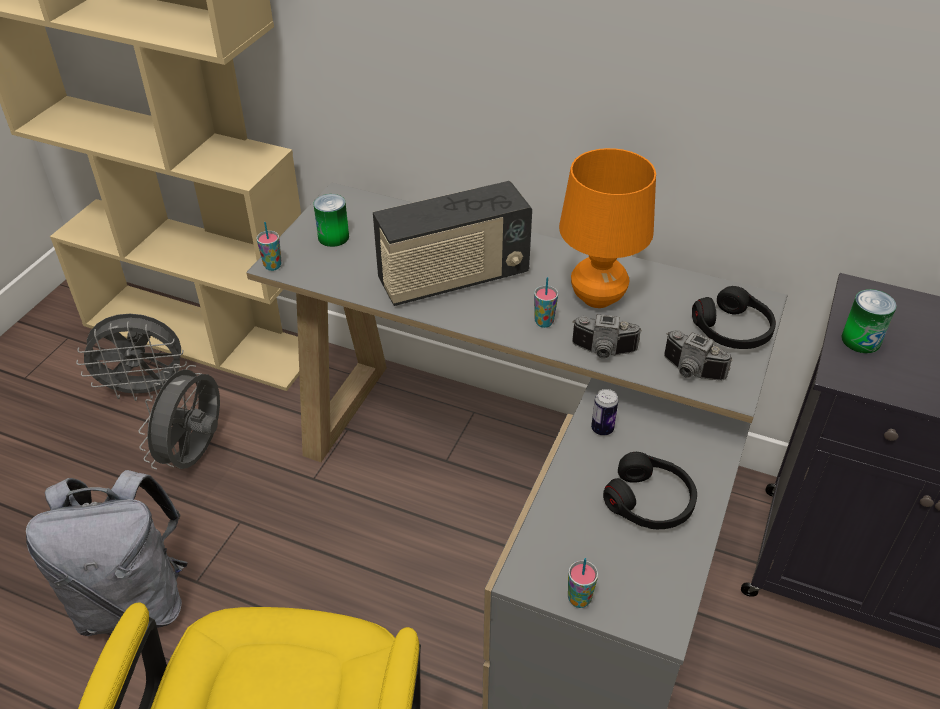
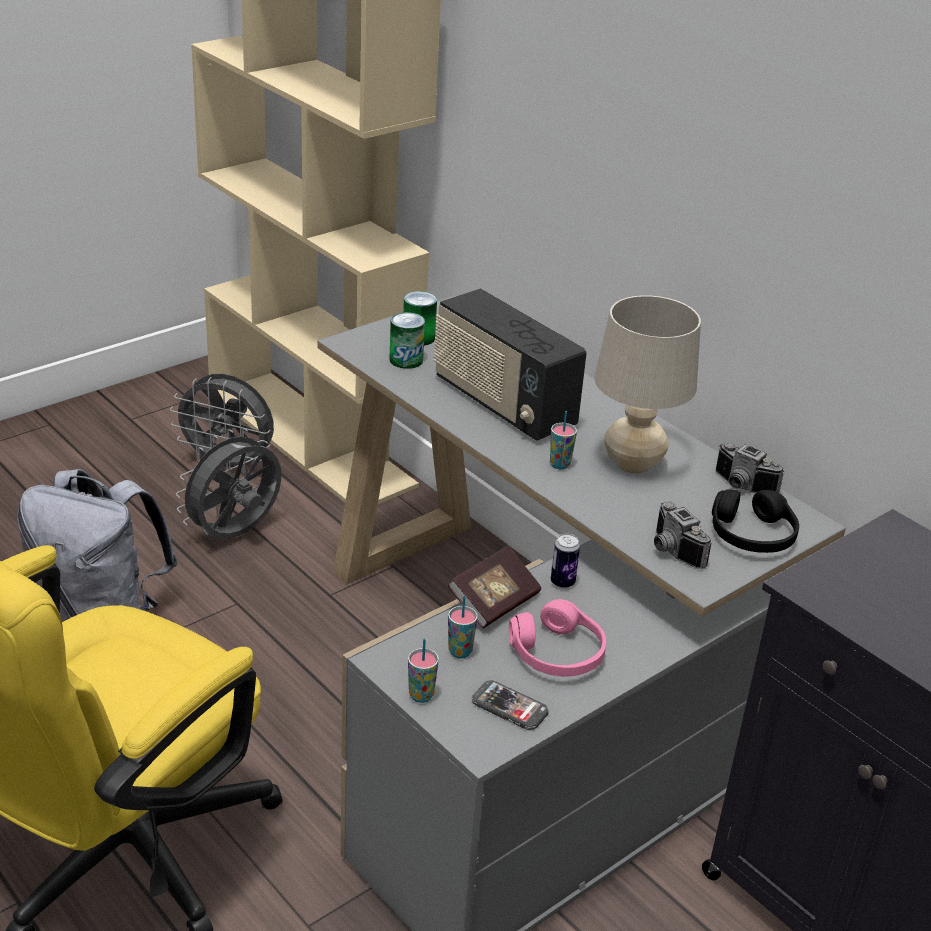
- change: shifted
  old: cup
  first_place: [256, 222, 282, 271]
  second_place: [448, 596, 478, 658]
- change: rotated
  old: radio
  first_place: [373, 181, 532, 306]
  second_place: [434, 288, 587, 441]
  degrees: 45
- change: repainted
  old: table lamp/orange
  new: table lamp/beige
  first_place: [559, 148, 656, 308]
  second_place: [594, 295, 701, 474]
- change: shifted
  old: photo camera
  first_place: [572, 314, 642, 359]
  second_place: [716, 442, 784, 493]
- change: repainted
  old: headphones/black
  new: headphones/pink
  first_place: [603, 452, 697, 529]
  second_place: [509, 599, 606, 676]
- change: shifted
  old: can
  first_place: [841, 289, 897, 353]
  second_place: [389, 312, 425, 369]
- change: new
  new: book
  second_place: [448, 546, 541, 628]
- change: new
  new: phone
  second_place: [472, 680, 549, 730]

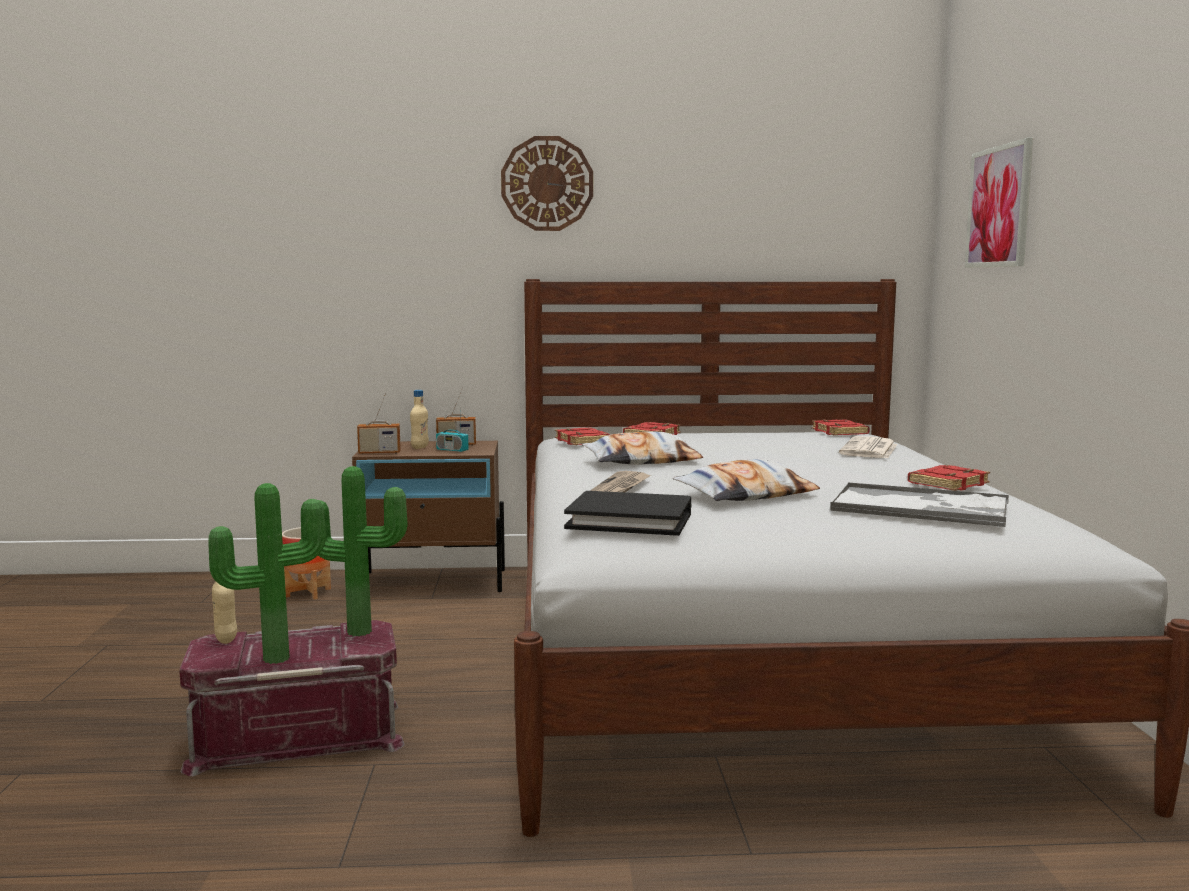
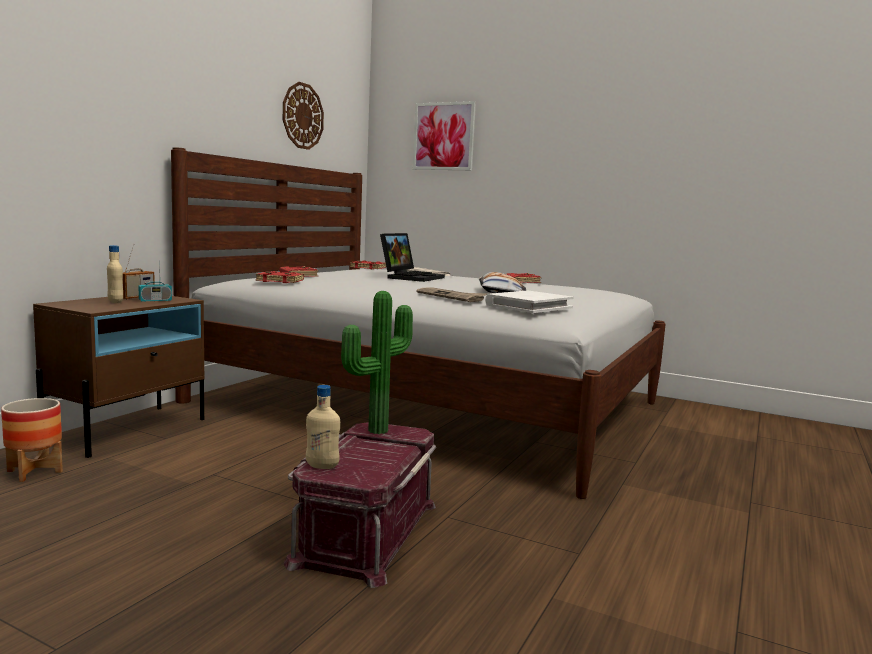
- change: gone
  old: potted plant
  first_place: [208, 483, 326, 664]
- change: gone
  old: radio
  first_place: [357, 393, 401, 454]
- change: shifted
  old: wall clock
  first_place: [501, 136, 593, 231]
  second_place: [283, 82, 324, 150]
- change: repainted
  old: book/black
  new: book/white
  first_place: [564, 491, 691, 536]
  second_place: [485, 291, 574, 313]
- change: gone
  old: pillow
  first_place: [582, 431, 703, 465]
- change: gone
  old: tray
  first_place: [830, 482, 1009, 527]
- change: new
  new: laptop
  second_place: [380, 233, 445, 282]

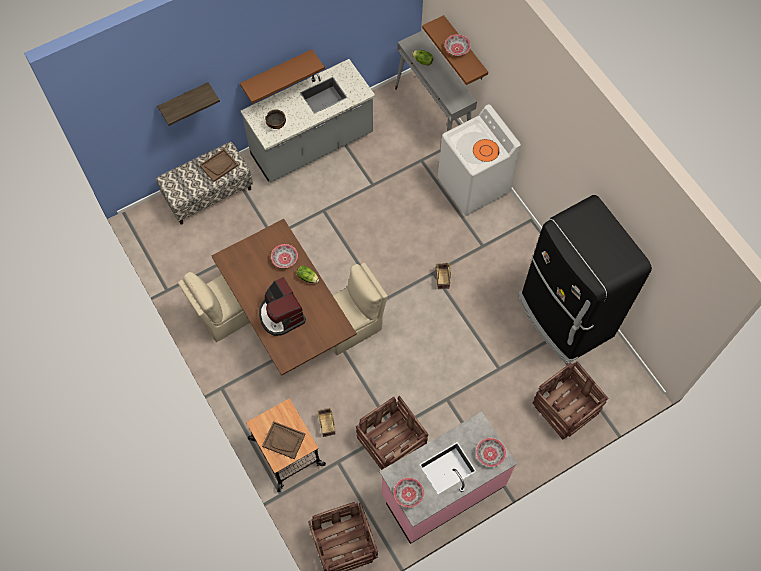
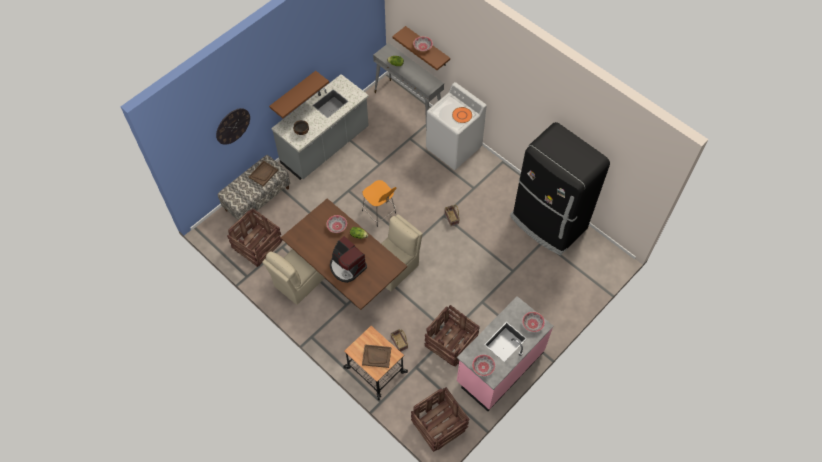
- change: swapped
  old: shelf
  new: wall clock
  first_place: [157, 82, 220, 126]
  second_place: [216, 108, 250, 145]
- change: shifted
  old: crate
  first_place: [532, 361, 609, 440]
  second_place: [227, 208, 283, 267]
- change: new
  new: stool/orange
  second_place: [362, 180, 397, 227]

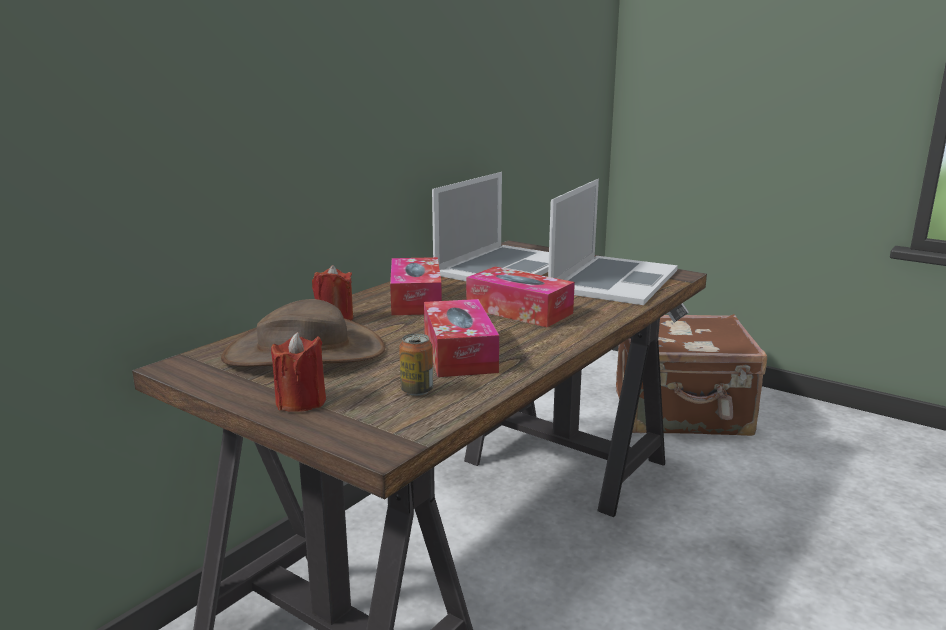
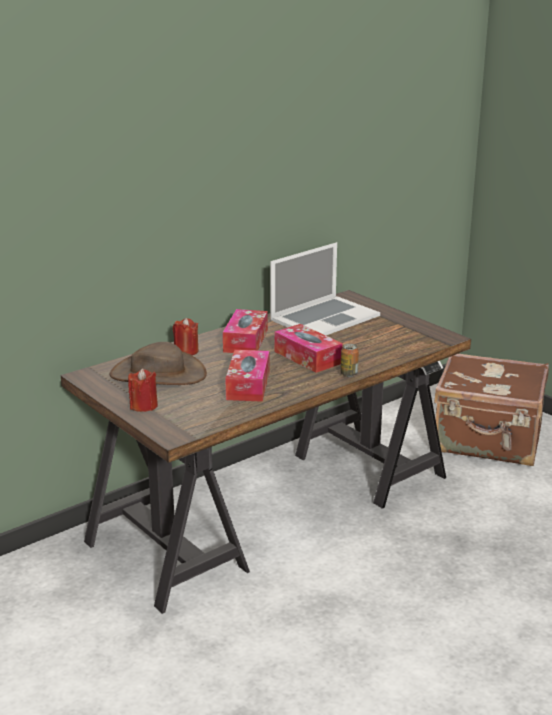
- change: shifted
  old: can
  first_place: [399, 333, 433, 396]
  second_place: [341, 344, 359, 377]
- change: gone
  old: laptop
  first_place: [548, 179, 678, 305]

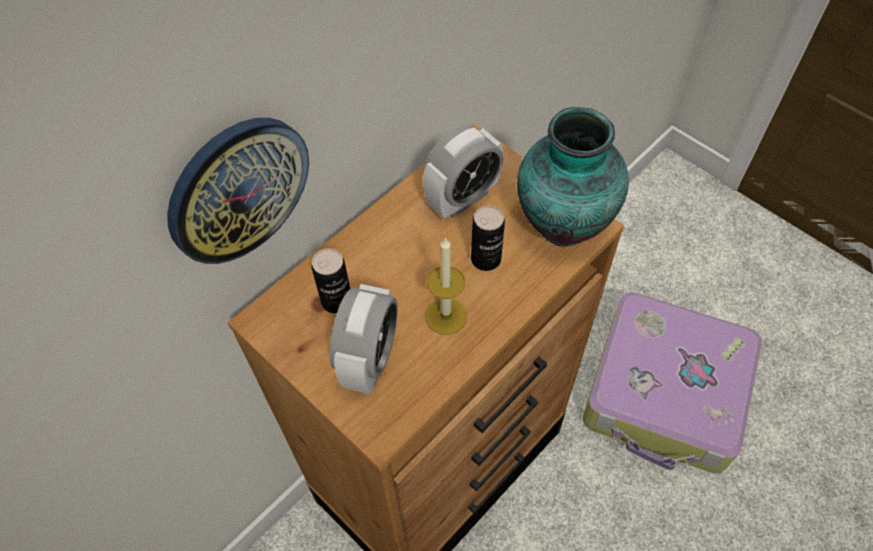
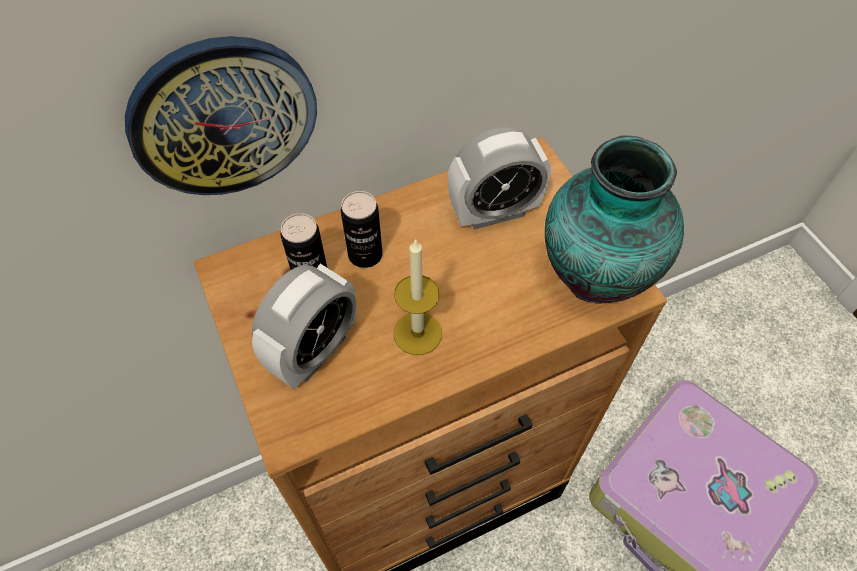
- change: shifted
  old: can
  first_place: [471, 206, 505, 271]
  second_place: [341, 191, 383, 268]

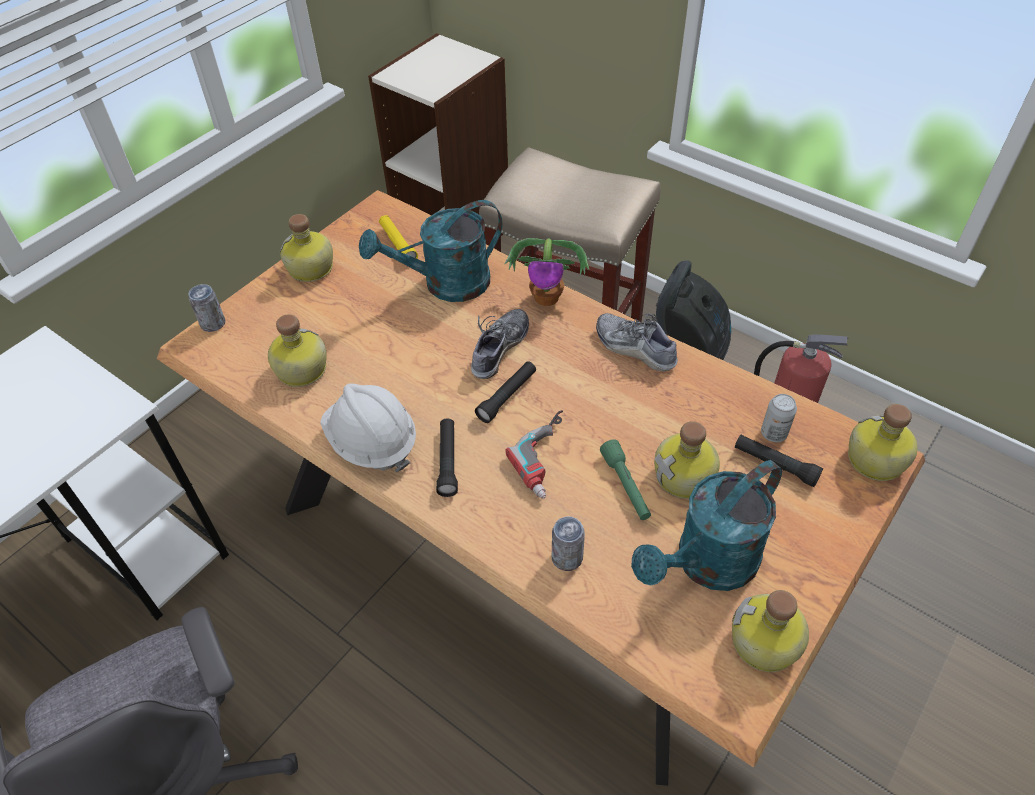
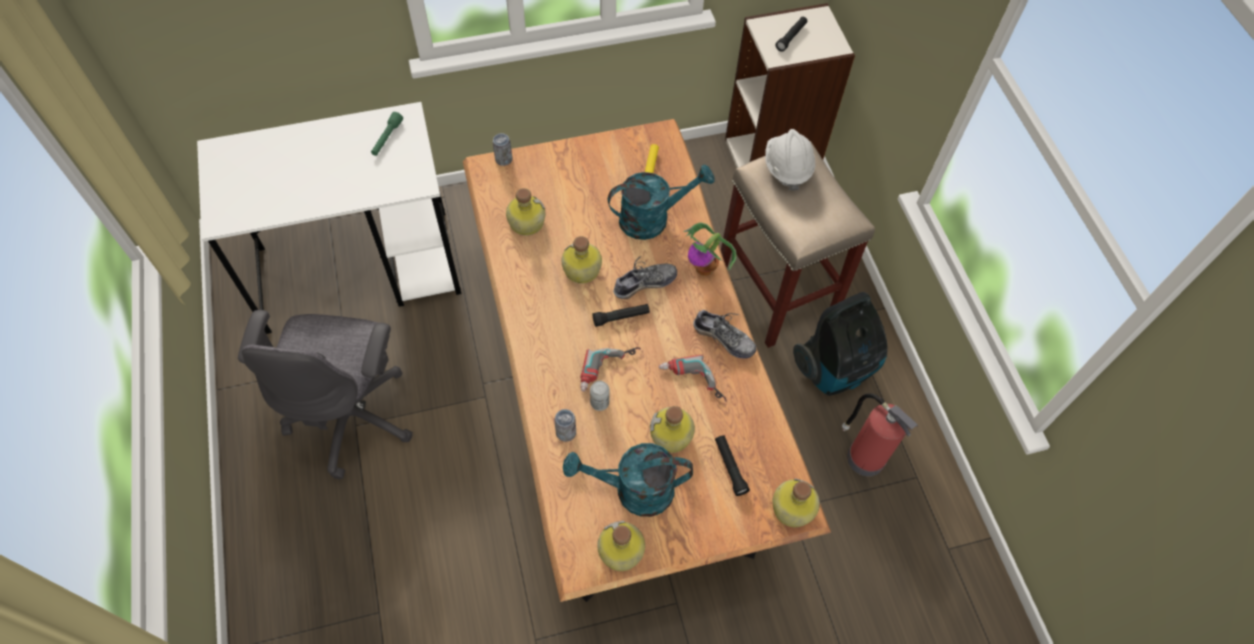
- change: shifted
  old: bottle
  first_place: [279, 214, 333, 282]
  second_place: [561, 236, 602, 284]
- change: shifted
  old: hard hat/white
  first_place: [320, 384, 416, 473]
  second_place: [765, 129, 815, 191]
- change: rotated
  old: watering can/turquoise
  first_place: [359, 200, 502, 302]
  second_place: [608, 164, 714, 240]
  degrees: 150
- change: shifted
  old: flashlight/black
  first_place: [436, 419, 458, 497]
  second_place: [775, 17, 807, 52]
- change: rotated
  old: shoe
  first_place: [596, 313, 678, 372]
  second_place: [693, 310, 756, 358]
  degrees: 135
- change: shifted
  old: flashlight/green
  first_place: [600, 439, 651, 520]
  second_place: [371, 112, 403, 156]
- change: shifted
  old: can
  first_place: [761, 394, 797, 442]
  second_place: [590, 381, 609, 411]
- change: new
  new: power drill
  second_place: [658, 355, 727, 402]

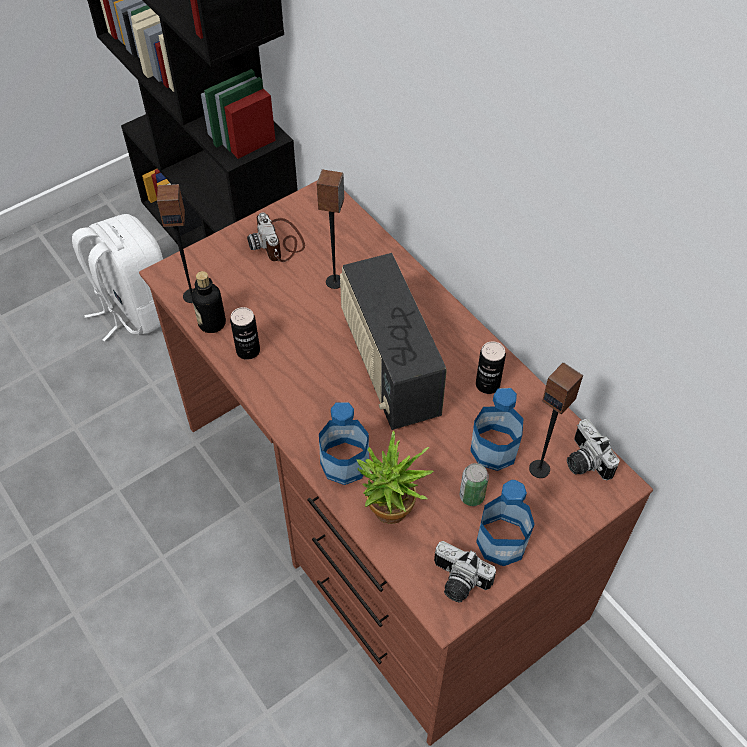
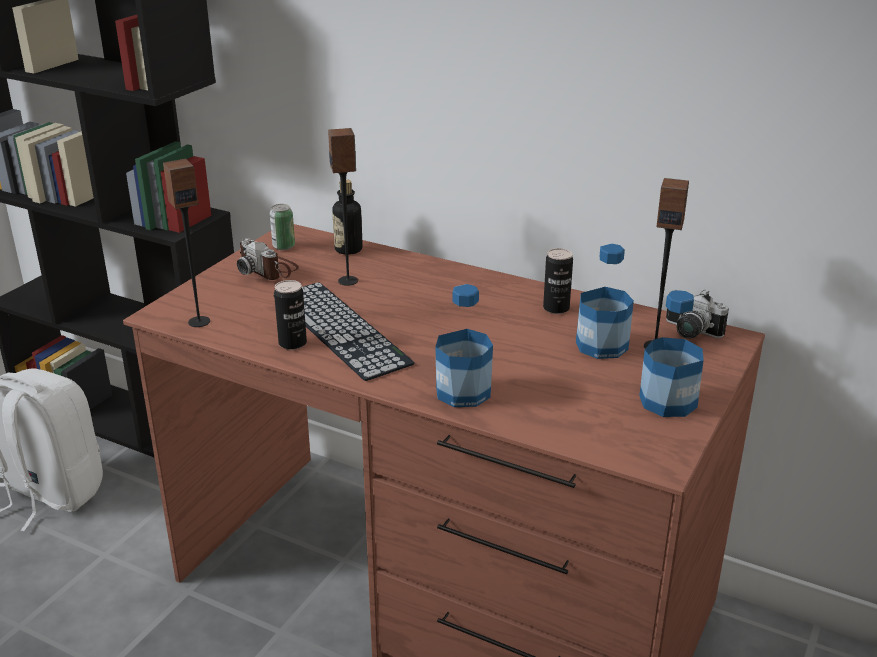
- change: shifted
  old: bottle
  first_place: [192, 271, 226, 333]
  second_place: [332, 179, 363, 255]
- change: gone
  old: radio
  first_place: [340, 253, 447, 430]
- change: gone
  old: potted plant
  first_place: [356, 431, 434, 524]
- change: gone
  old: photo camera
  first_place: [434, 541, 496, 602]
- change: shifted
  old: can
  first_place: [460, 463, 489, 506]
  second_place: [270, 204, 295, 250]
- change: new
  new: keyboard
  second_place: [302, 282, 415, 381]

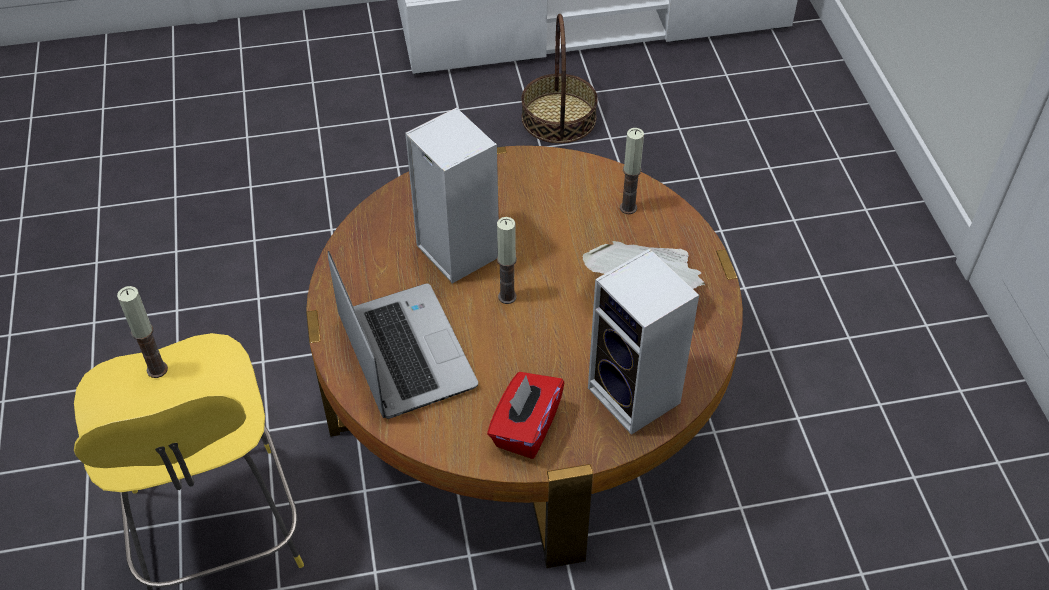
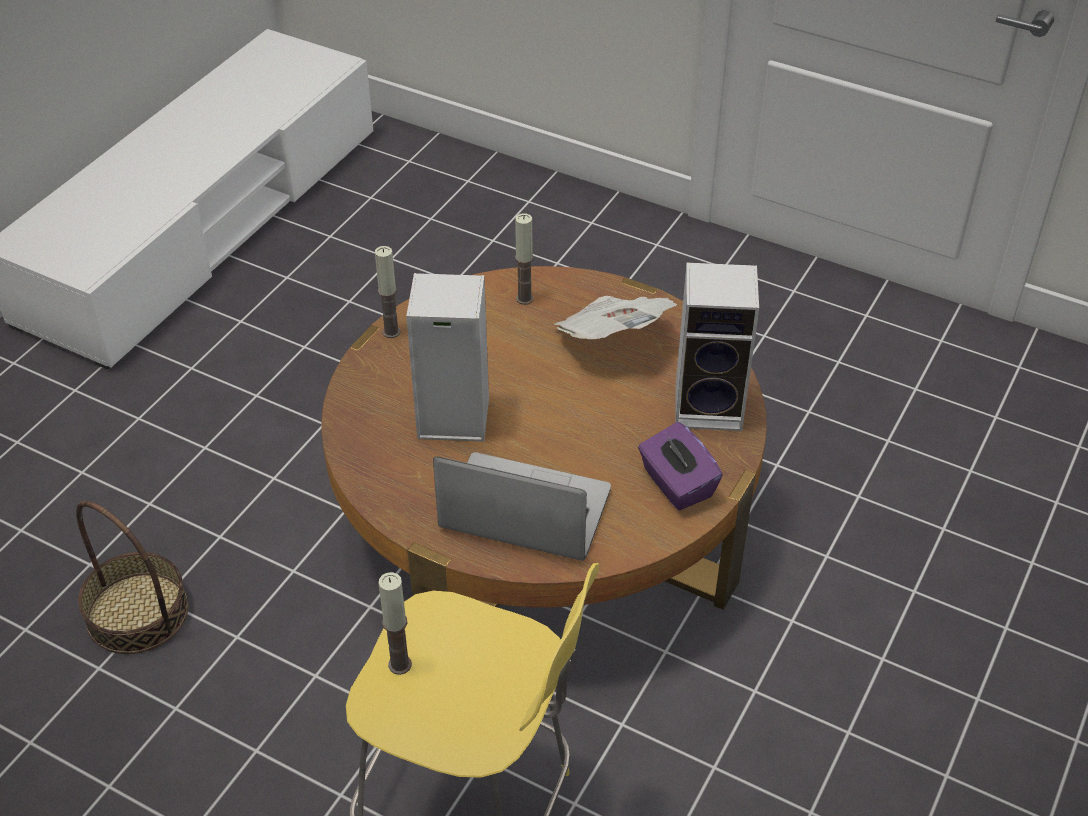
- change: repainted
  old: tissue box/red
  new: tissue box/purple
  first_place: [487, 372, 565, 459]
  second_place: [638, 422, 723, 510]
- change: shifted
  old: candle
  first_place: [497, 217, 517, 304]
  second_place: [375, 246, 401, 338]
- change: shifted
  old: basket
  first_place: [521, 14, 598, 143]
  second_place: [76, 501, 189, 654]

